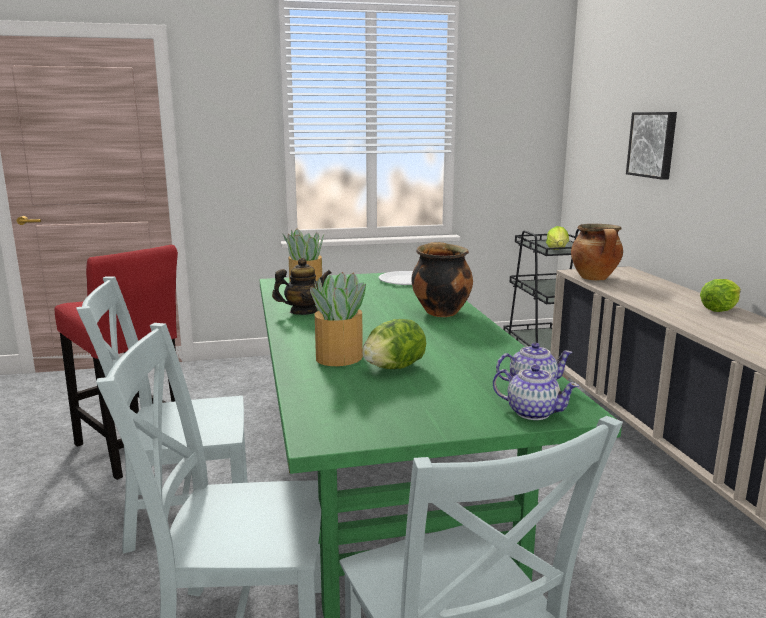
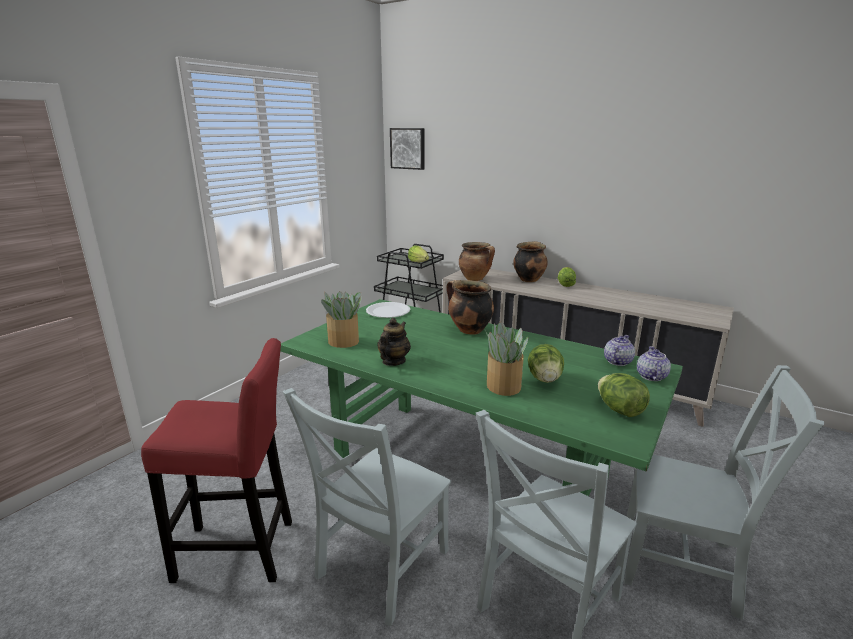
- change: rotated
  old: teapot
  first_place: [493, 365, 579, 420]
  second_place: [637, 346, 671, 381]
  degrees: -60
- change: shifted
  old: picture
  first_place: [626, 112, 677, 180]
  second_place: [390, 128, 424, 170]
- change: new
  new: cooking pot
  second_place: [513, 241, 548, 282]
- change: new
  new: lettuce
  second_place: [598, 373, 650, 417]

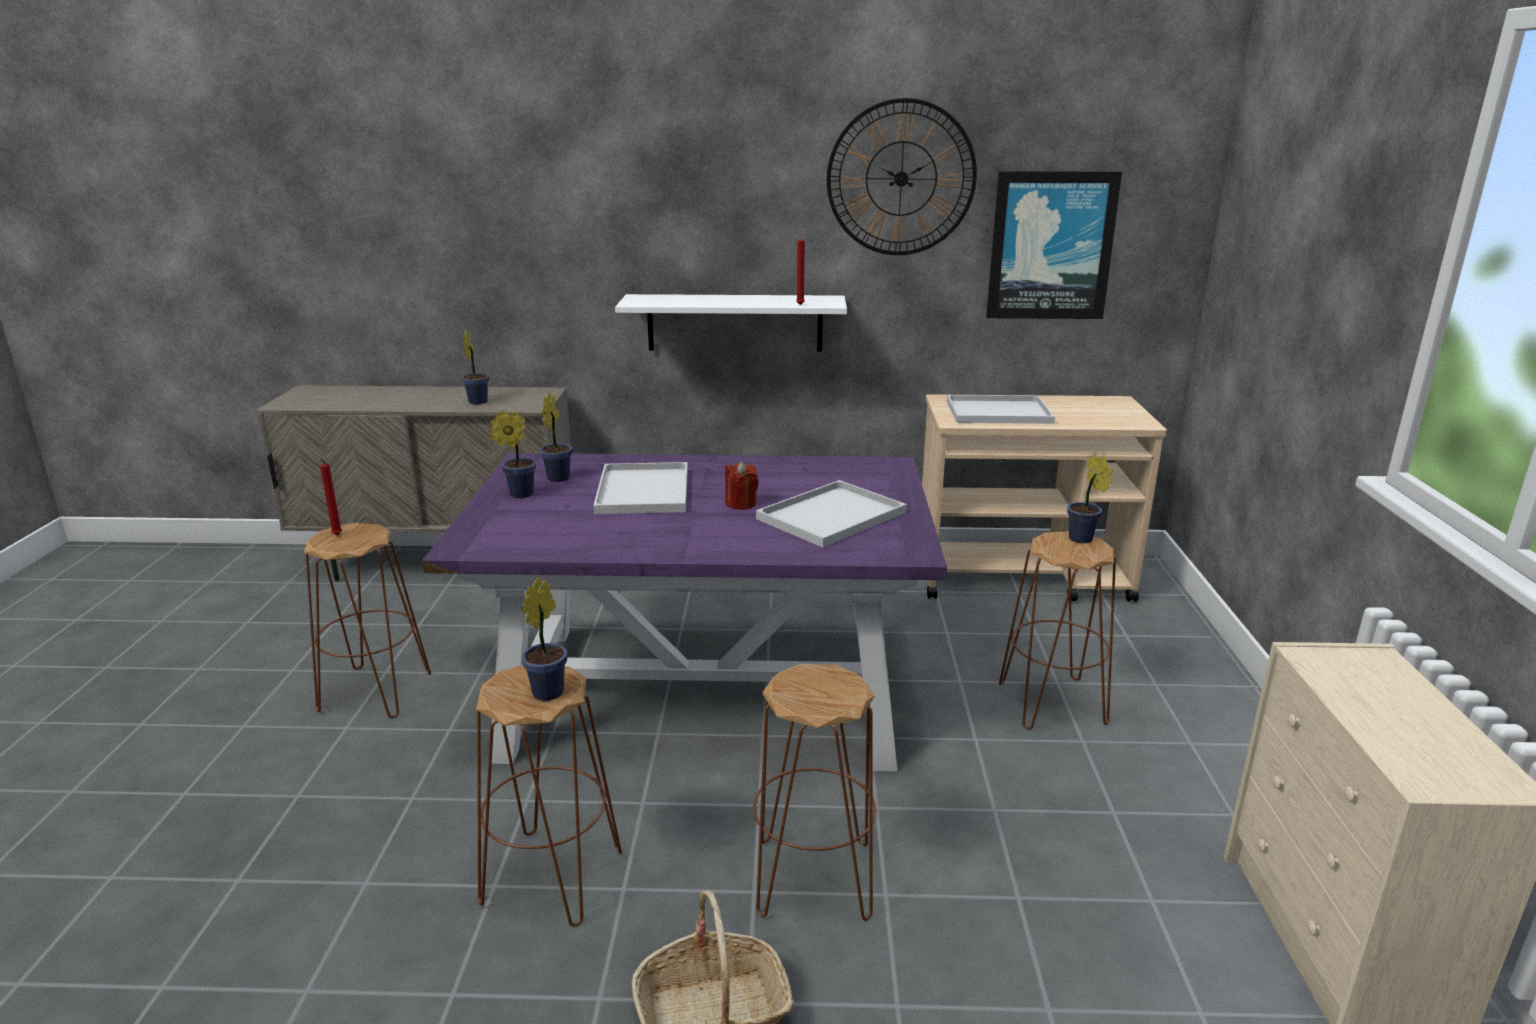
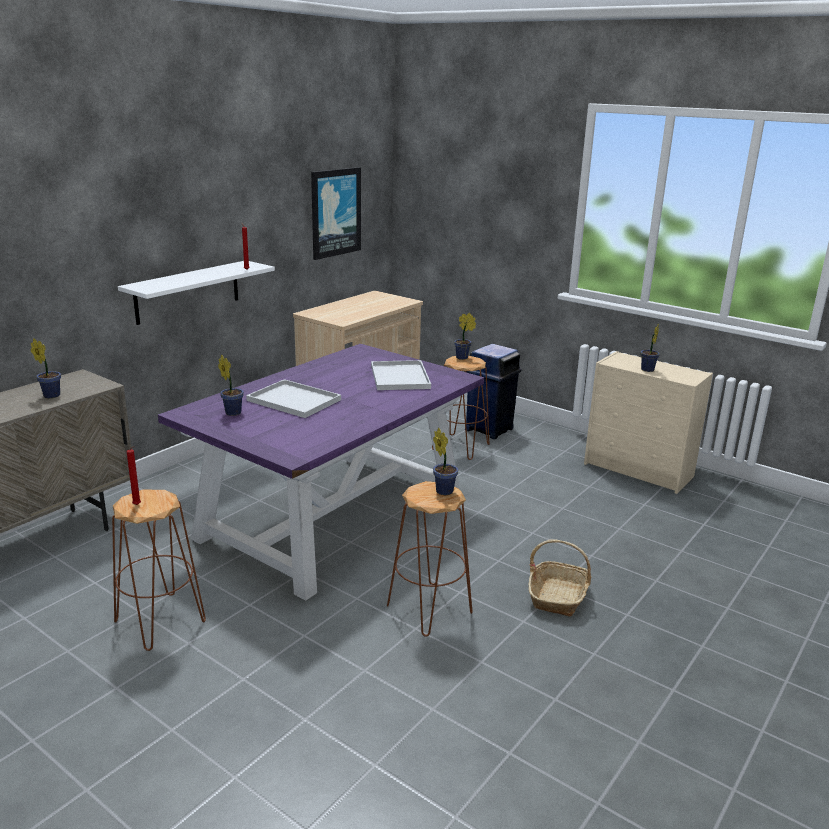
- change: shifted
  old: potted plant
  first_place: [490, 411, 536, 498]
  second_place: [641, 324, 660, 372]
- change: gone
  old: candle/red
  first_place: [725, 461, 759, 510]
- change: gone
  old: stool/brown
  first_place: [753, 664, 876, 921]
- change: gone
  old: wall clock
  first_place: [827, 98, 977, 255]
- change: gone
  old: tray/white
  first_place: [947, 395, 1055, 424]
- change: new
  new: trash can/blue
  second_place: [466, 344, 522, 439]

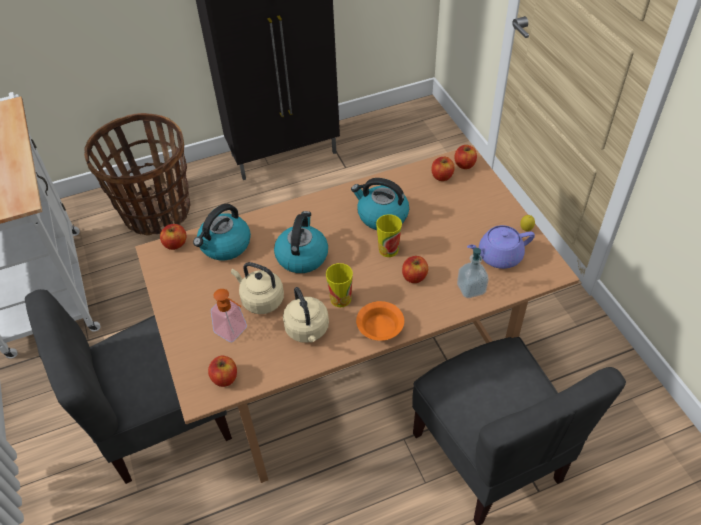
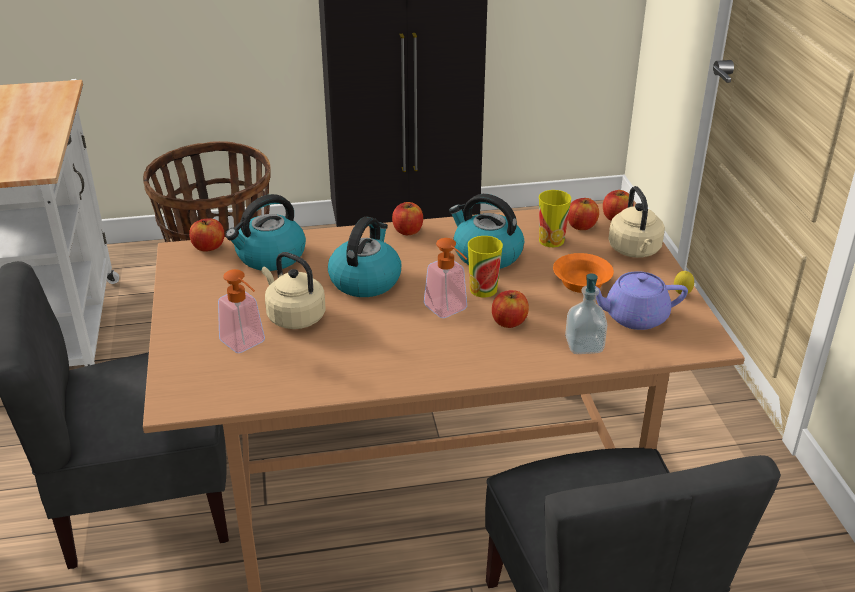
- change: shifted
  old: apple
  first_place: [208, 356, 237, 387]
  second_place: [392, 202, 423, 235]
- change: shifted
  old: kettle/beige
  first_place: [283, 287, 329, 343]
  second_place: [608, 186, 665, 258]
- change: shifted
  old: cup
  first_place: [326, 263, 353, 307]
  second_place: [539, 190, 571, 247]
- change: shifted
  old: bowl/orange
  first_place: [356, 301, 404, 341]
  second_place: [553, 253, 614, 293]
- change: new
  new: soap dispenser
  second_place: [424, 238, 467, 318]

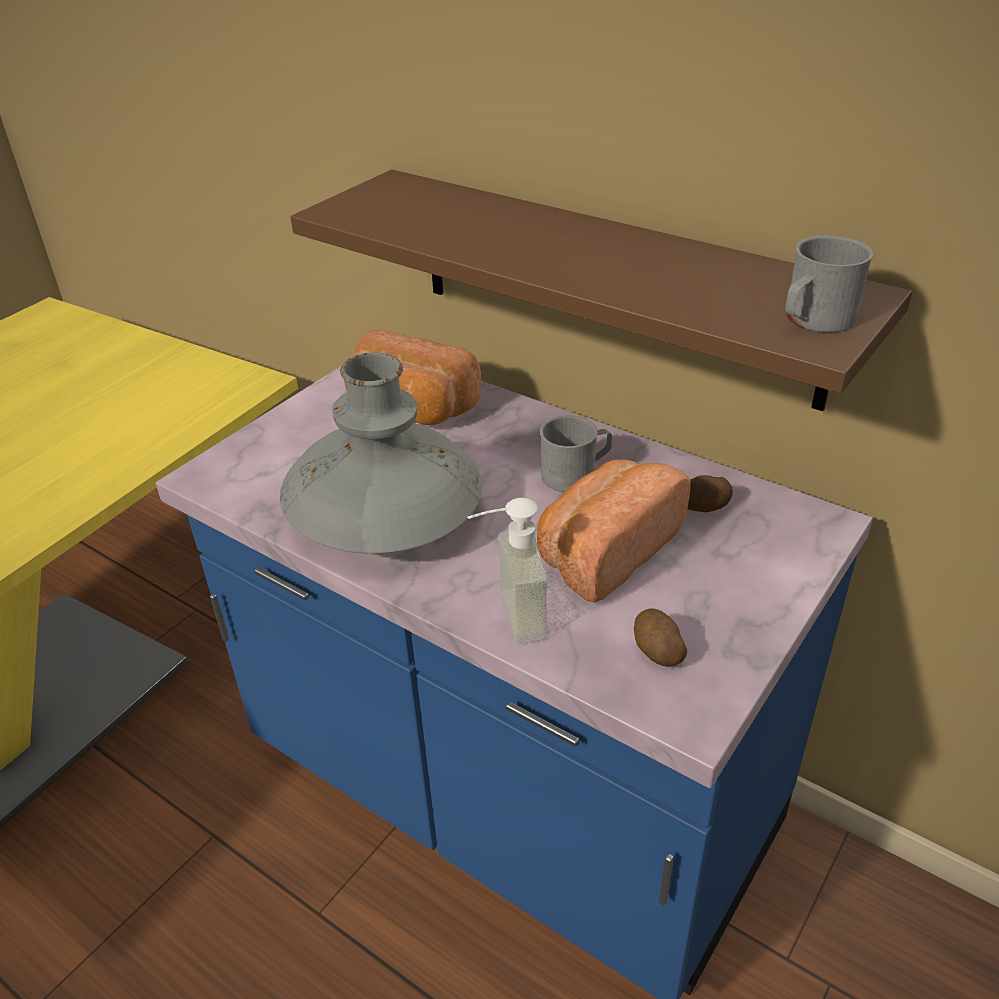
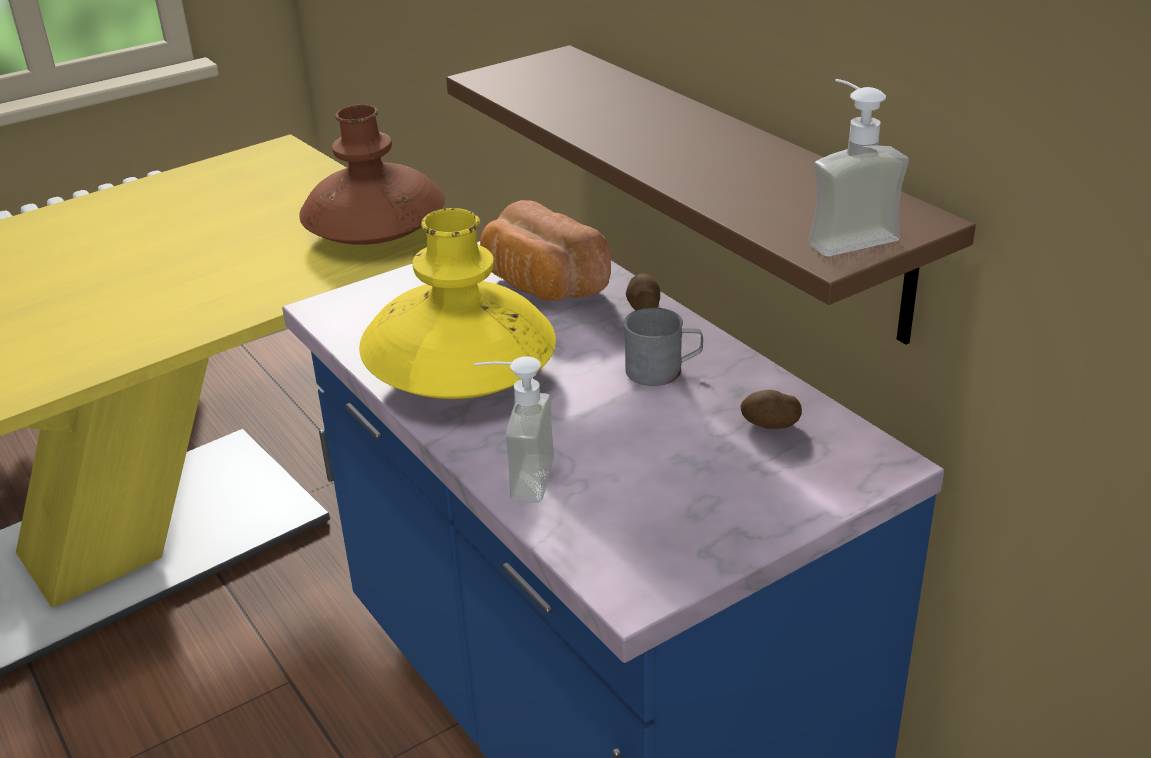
- change: repainted
  old: vase/grey
  new: vase/yellow
  first_place: [280, 352, 482, 554]
  second_place: [359, 208, 556, 399]
- change: gone
  old: bread
  first_place: [537, 460, 691, 602]
- change: shifted
  old: potato
  first_place: [634, 608, 687, 667]
  second_place: [626, 273, 660, 310]
- change: swapped
  old: mug/grey
  new: soap dispenser
  first_place: [785, 235, 873, 333]
  second_place: [808, 79, 909, 257]
- change: new
  new: vase/brown
  second_place: [299, 104, 445, 245]

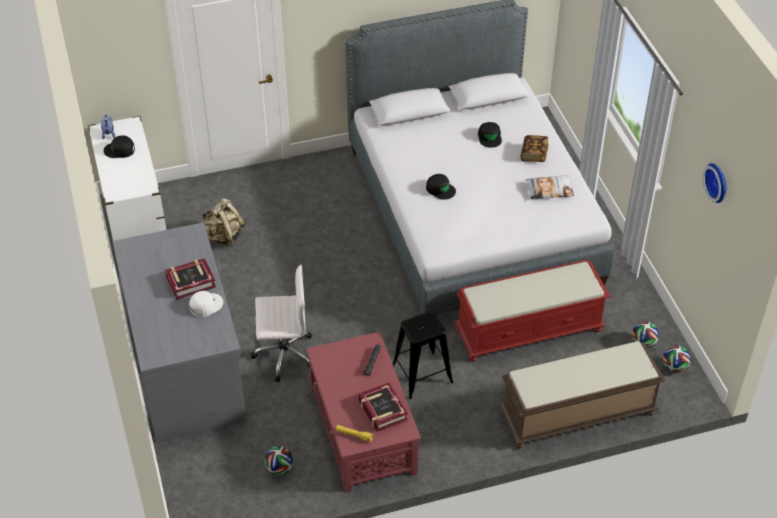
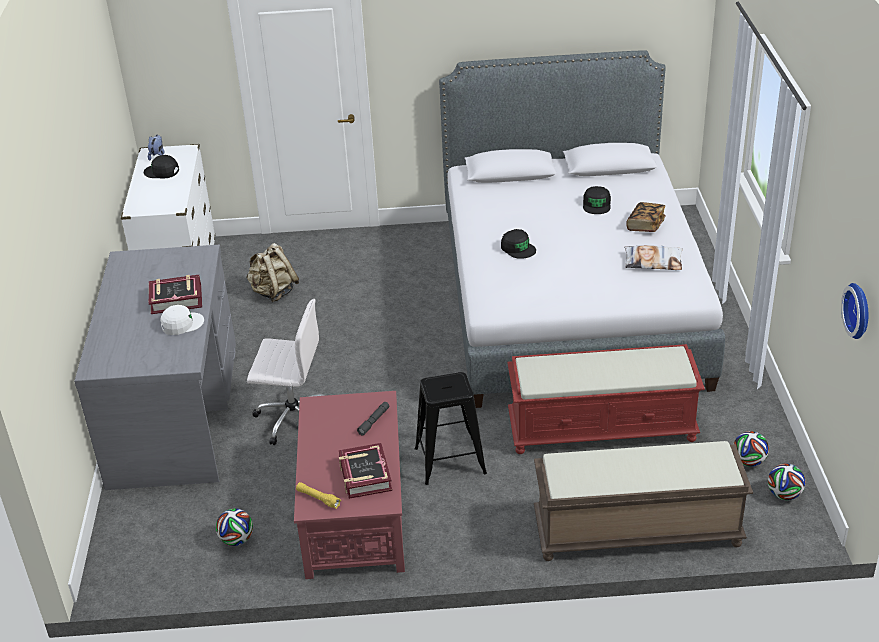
- change: shifted
  old: wall clock
  first_place: [703, 163, 726, 203]
  second_place: [841, 283, 868, 339]

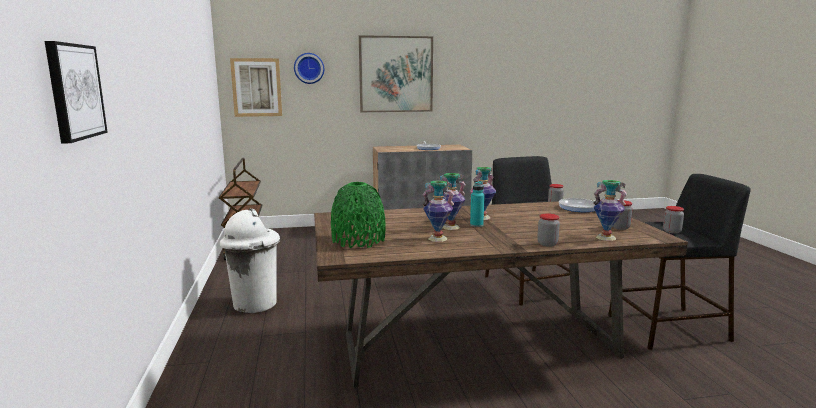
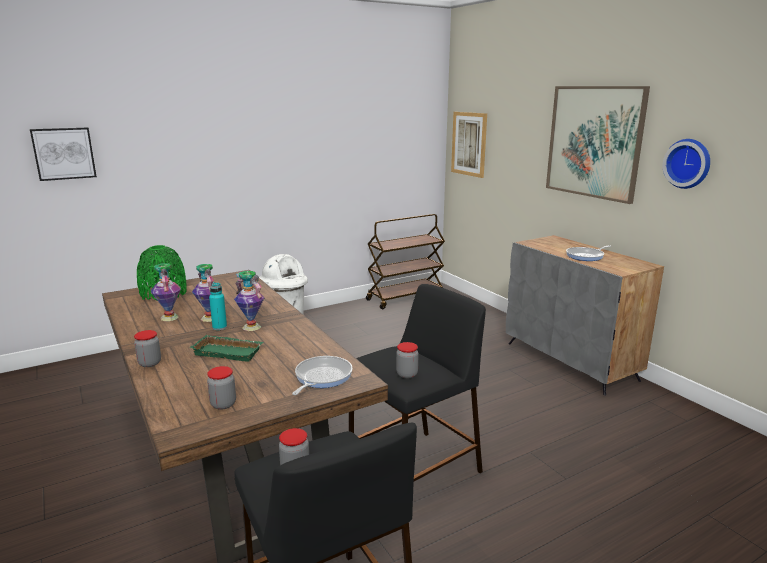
- change: shifted
  old: wall clock
  first_place: [294, 53, 324, 84]
  second_place: [663, 139, 710, 189]
- change: gone
  old: vase
  first_place: [593, 180, 627, 241]
- change: new
  new: tray/green
  second_place: [189, 335, 263, 362]

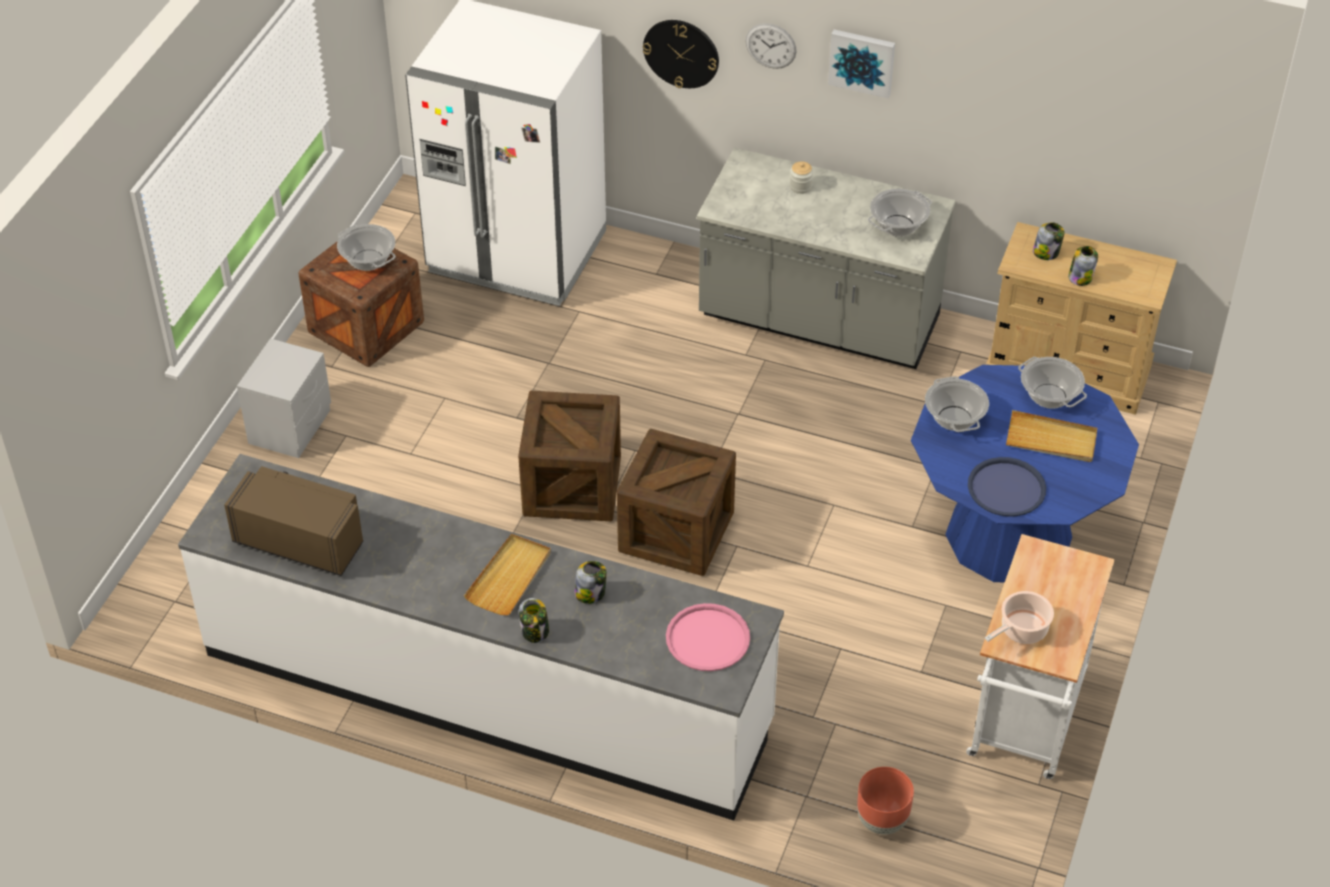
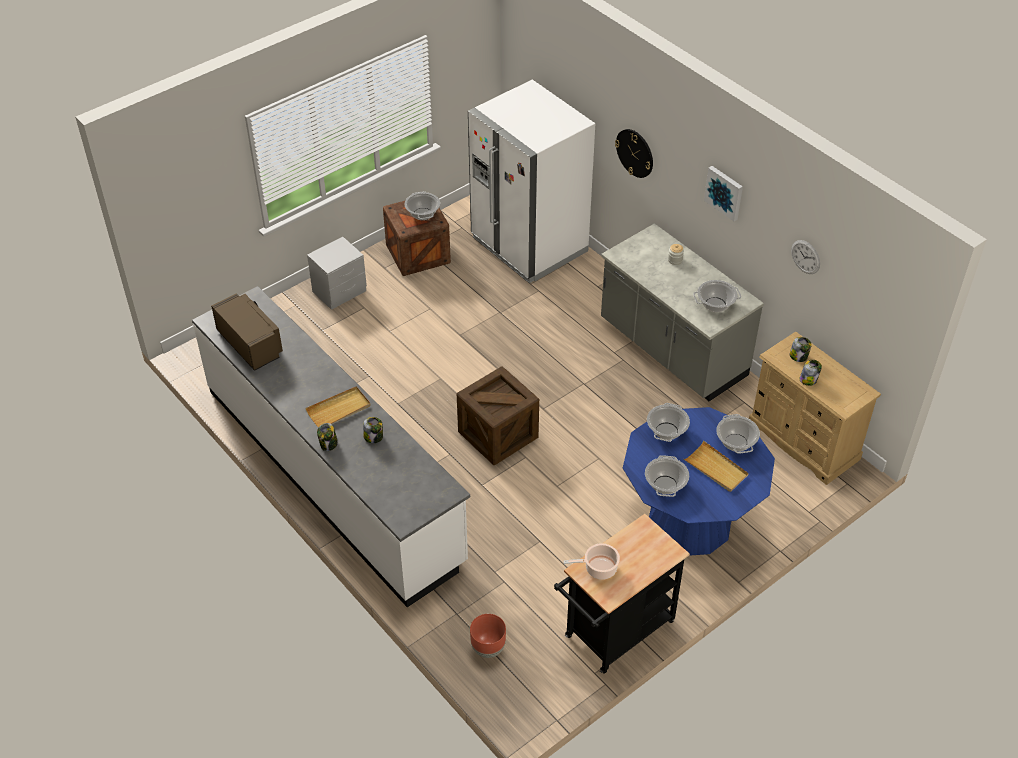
- change: gone
  old: crate
  first_place: [518, 391, 621, 521]
- change: gone
  old: tray/pink
  first_place: [666, 603, 750, 671]
- change: shifted
  old: wall clock
  first_place: [745, 23, 797, 69]
  second_place: [791, 240, 820, 274]
- change: repainted
  old: cart/white
  new: cart/black
  first_place: [966, 534, 1115, 779]
  second_place: [554, 514, 690, 674]
- change: swapped
  old: tray/blue
  new: cooking pot
  first_place: [968, 457, 1046, 517]
  second_place: [645, 455, 689, 497]

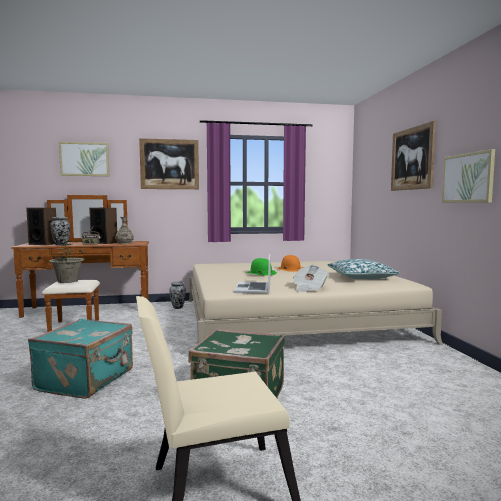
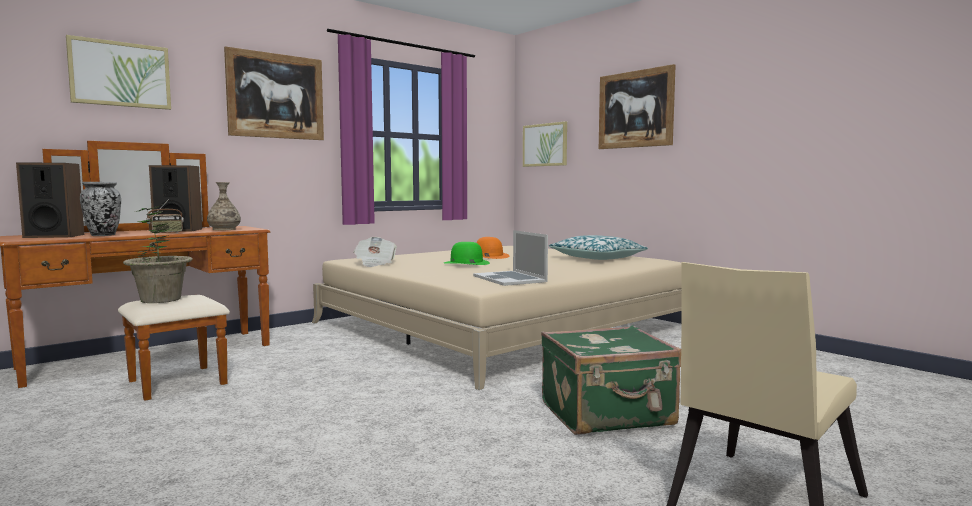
- change: gone
  old: suitcase/turquoise
  first_place: [28, 319, 133, 399]
- change: gone
  old: vase
  first_place: [169, 281, 186, 309]
- change: shifted
  old: newspaper
  first_place: [293, 265, 329, 292]
  second_place: [353, 237, 397, 267]
- change: shifted
  old: picture
  first_place: [442, 149, 495, 203]
  second_place: [523, 121, 567, 167]

